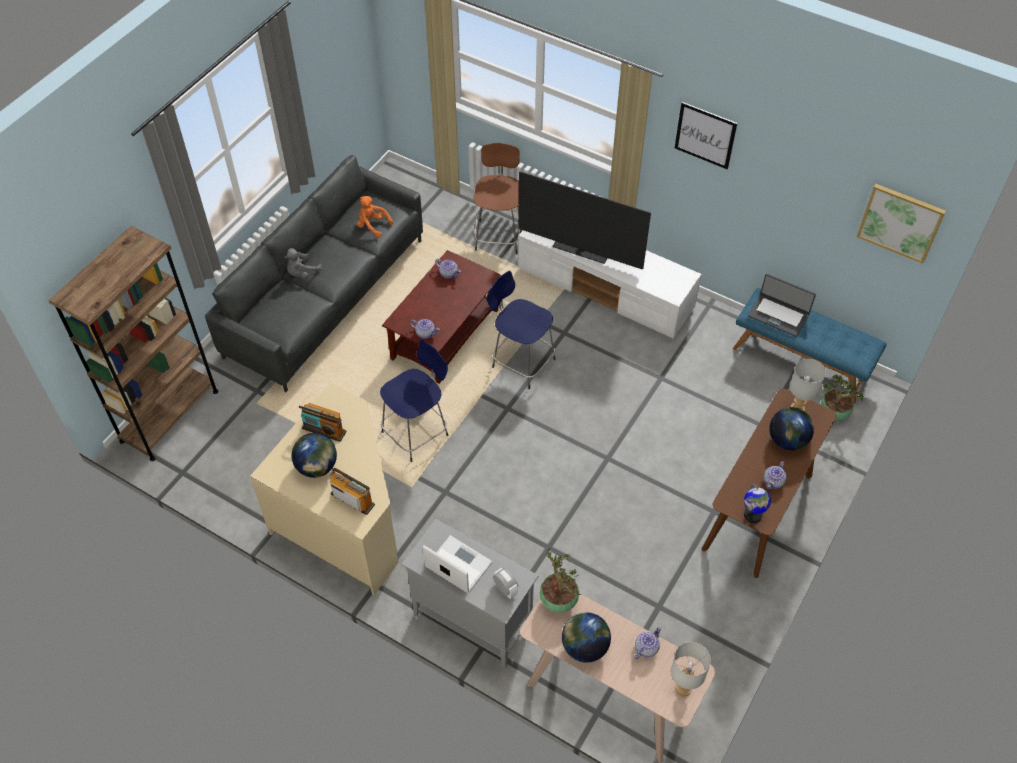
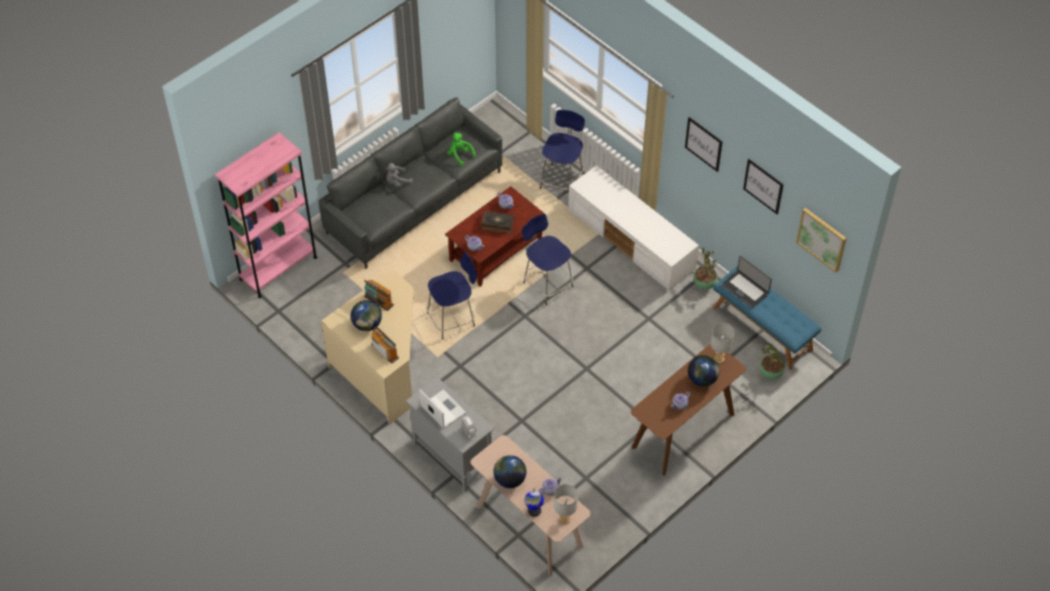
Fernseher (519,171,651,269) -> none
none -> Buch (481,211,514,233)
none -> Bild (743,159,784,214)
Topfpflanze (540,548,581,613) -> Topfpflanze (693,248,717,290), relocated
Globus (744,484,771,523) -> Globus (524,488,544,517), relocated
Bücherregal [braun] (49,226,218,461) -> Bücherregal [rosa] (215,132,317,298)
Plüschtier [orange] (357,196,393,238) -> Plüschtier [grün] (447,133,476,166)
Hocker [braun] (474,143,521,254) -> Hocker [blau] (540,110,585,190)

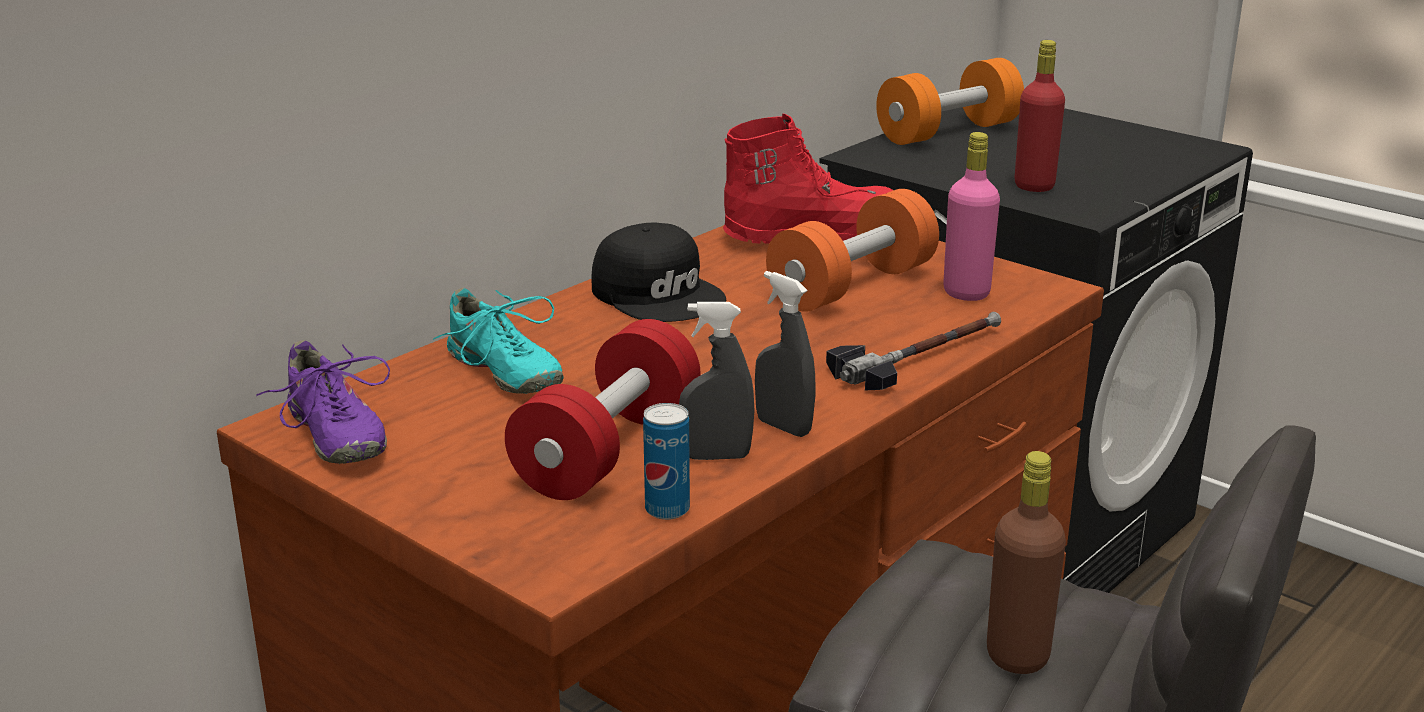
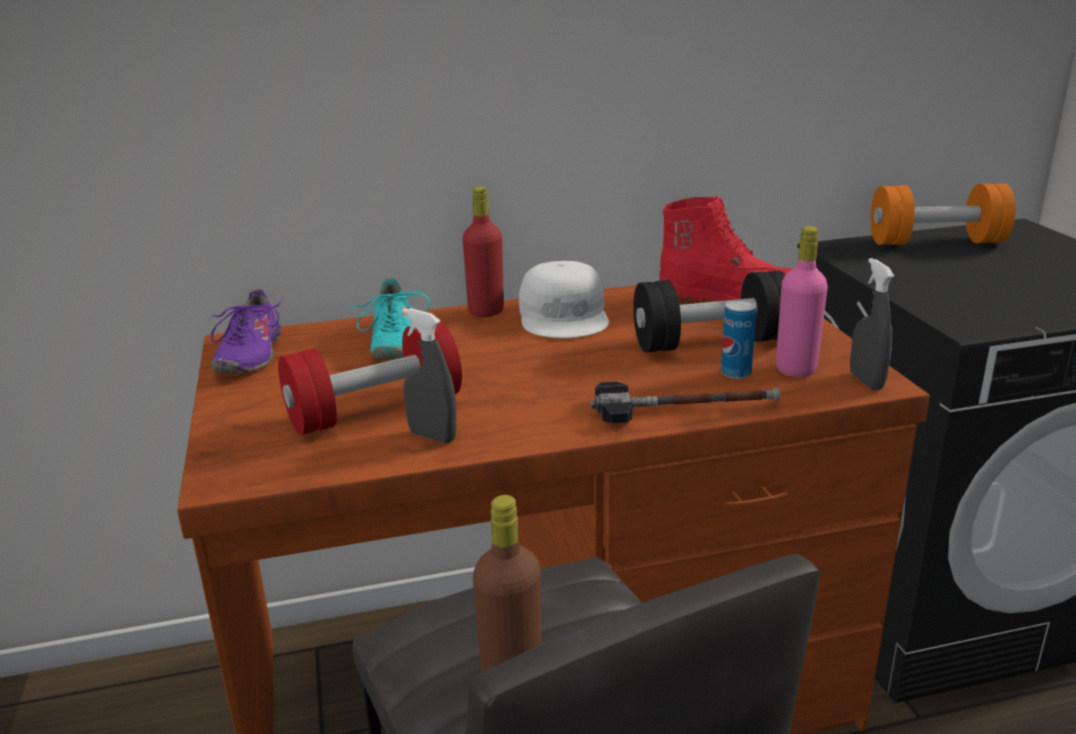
Dose (643,403,690,520) -> Dose (721,299,757,379), relocated
Sprühflasche [grau] (755,271,816,437) -> Sprühflasche [grau] (850,258,894,390), relocated
Flasche [rot] (1015,40,1065,192) -> Flasche [rot] (463,187,504,317), relocated
Kappe [schwarz] (591,222,726,322) -> Kappe [weiß] (519,261,609,338)
Hantel [orange] (766,189,939,312) -> Hantel [schwarz] (633,270,785,352)

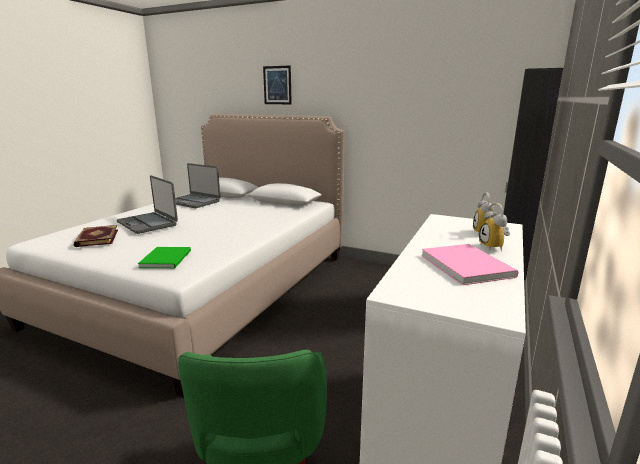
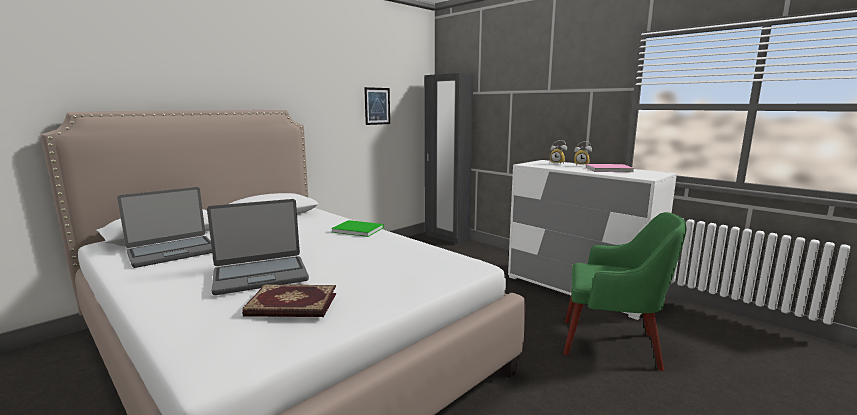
Buch [grün] (138,247,191,268) -> Buch [grün] (331,220,384,237), relocated
Bild (263,66,292,104) -> Bild (364,87,390,125), relocated

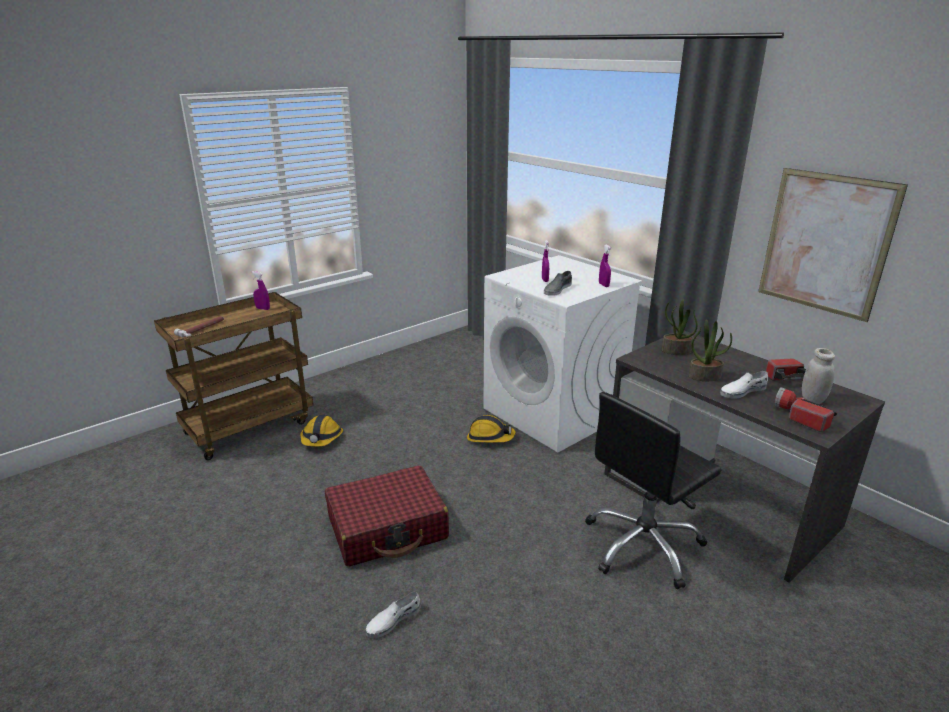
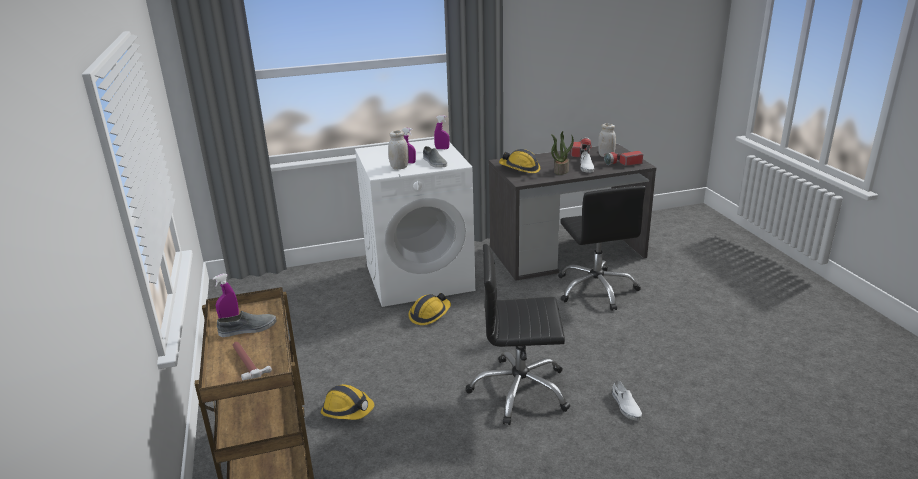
Bild (758,168,908,322) -> none
none -> Schuh [grau] (217,311,277,337)
none -> Vorratsglas [weiß] (388,130,409,170)
Koffer [rot] (325,466,449,567) -> Bürostuhl [schwarz] (466,244,570,425)
Topfpflanze (662,299,698,355) -> Schutzhelm (499,149,540,173)

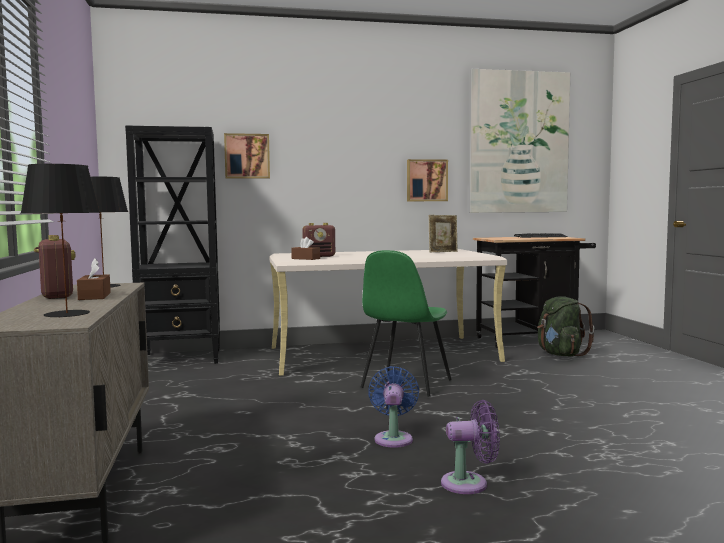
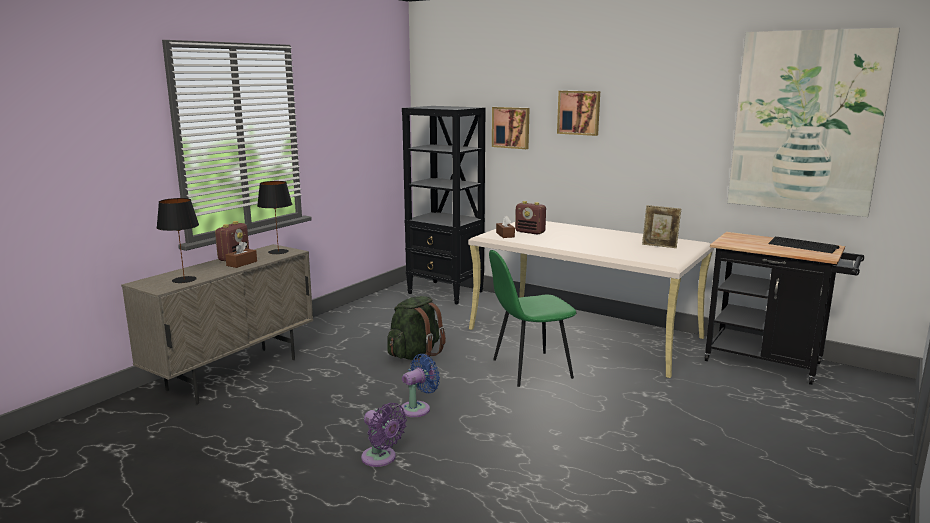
Bild (407,159,448,201) -> Bild (557,91,600,136), relocated
Rucksack [grün] (537,296,595,356) -> Rucksack [grün] (387,296,446,362), relocated

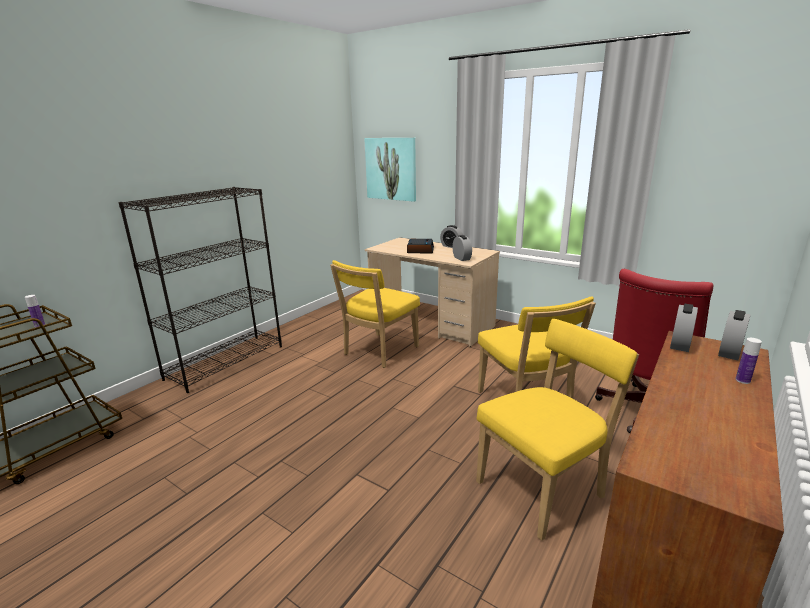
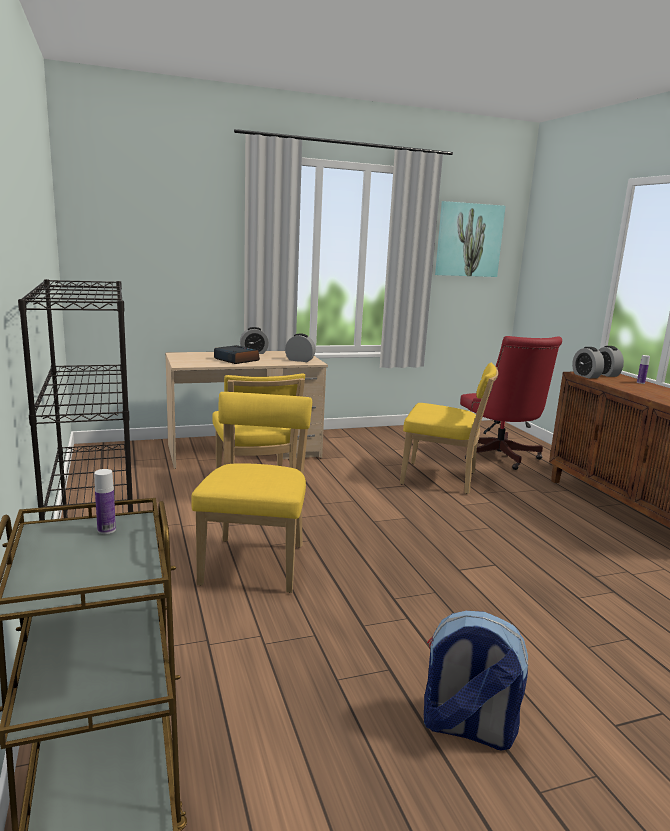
none -> Rucksack (424,611,528,751)
Bild (364,138,416,202) -> Bild (435,201,506,277), relocated
Stuhl [gelb] (476,319,639,541) -> Stuhl [gelb] (191,392,312,593), relocated

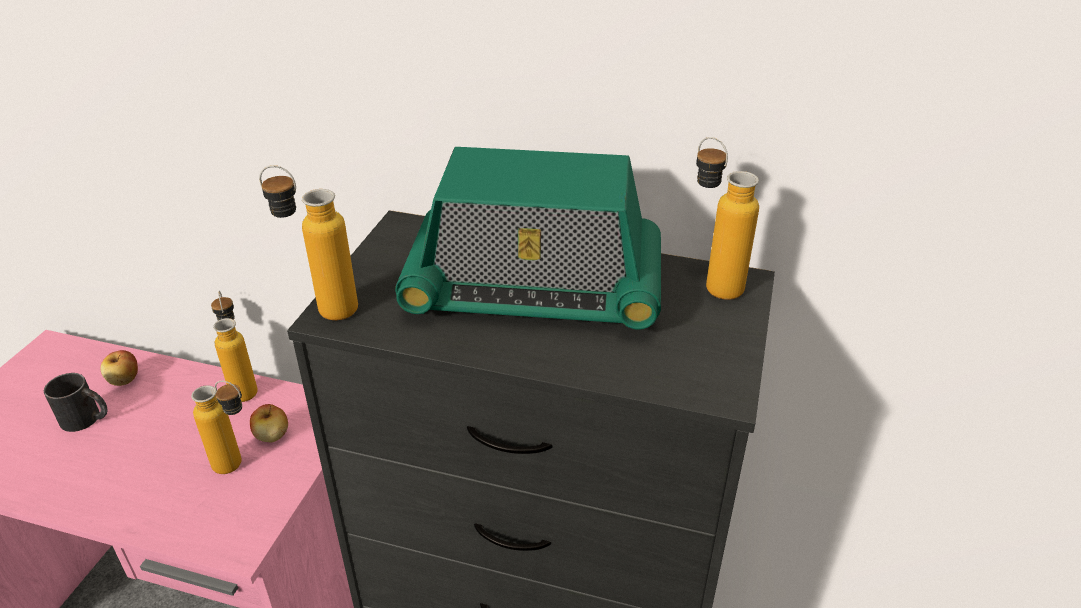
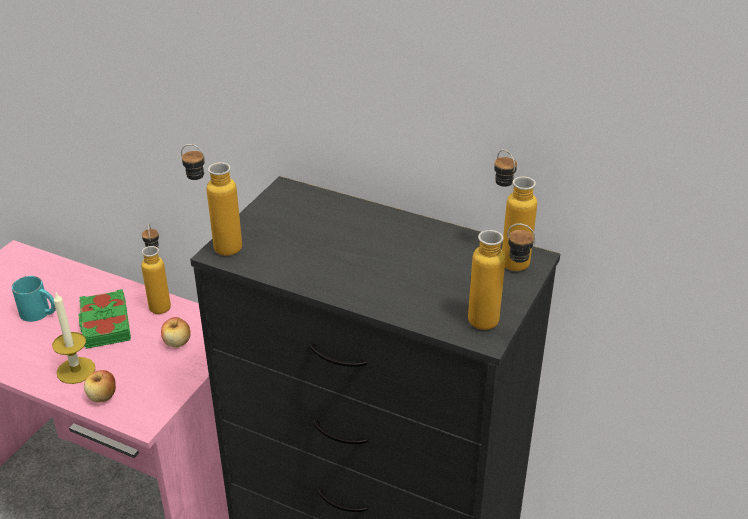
Radio (395,147,661,330) -> none
none -> Kerze (52,293,95,384)
none -> Buch [grün] (78,289,131,349)
Apfel (100,350,138,386) -> Apfel (84,370,116,403), relocated
Flasche (191,381,242,474) -> Flasche (468,223,536,330), relocated
Henkelbecher [schwarz] (44,373,107,432) -> Henkelbecher [türkis] (12,276,56,322)

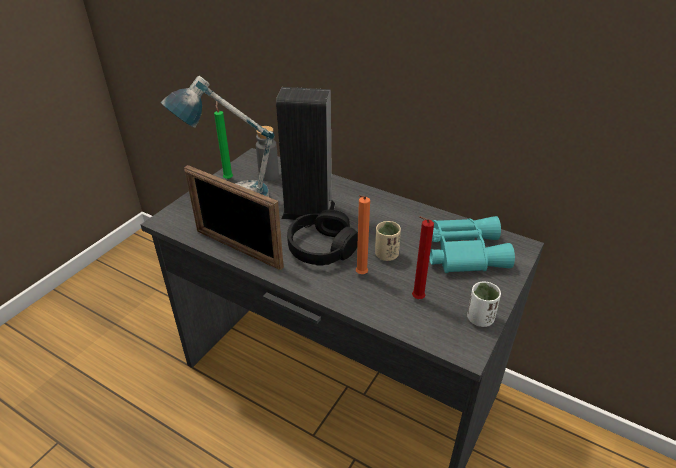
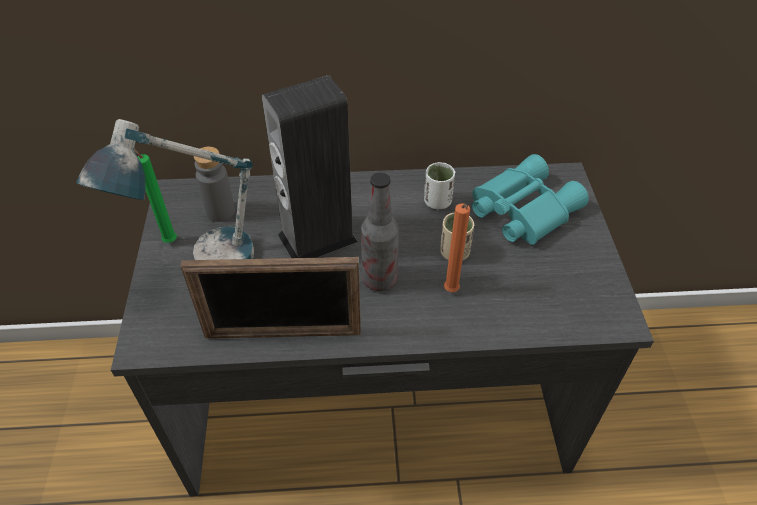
Kerze [rot] (412,216,434,299) -> none
Tasse [weiß] (467,281,501,327) -> Tasse [weiß] (424,162,455,209), relocated
Kopfhörer [schwarz] (287,210,358,266) -> Flasche (361,172,399,291)

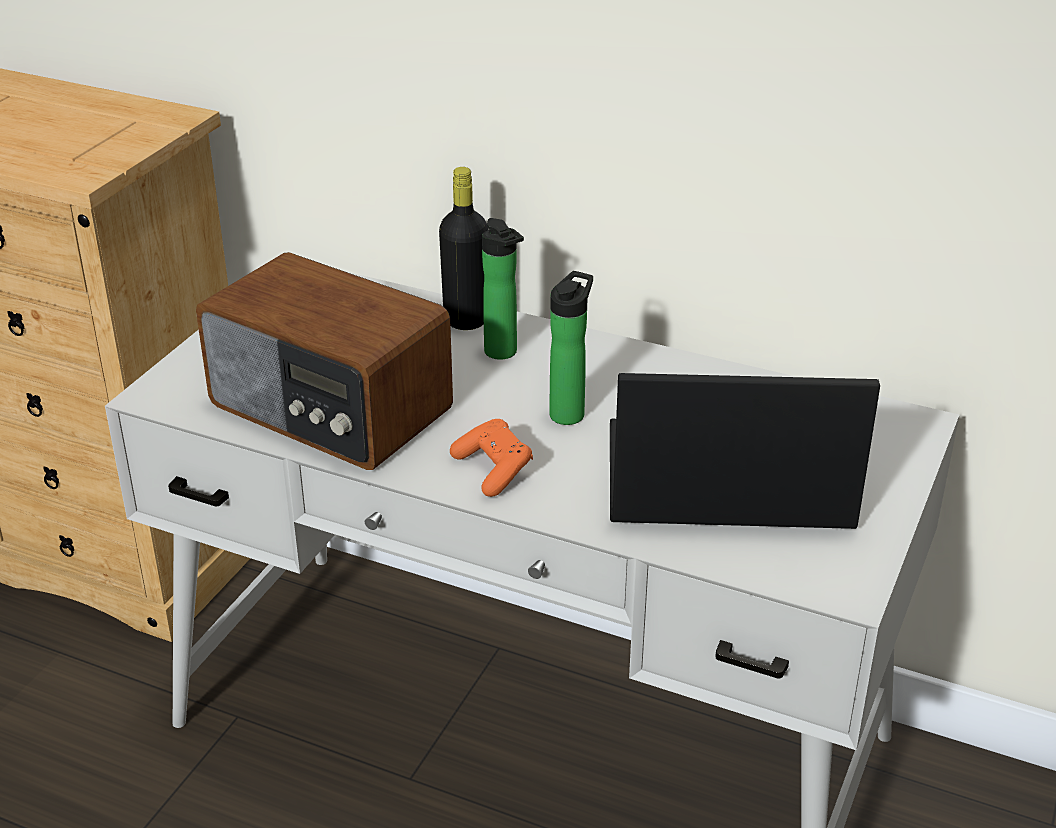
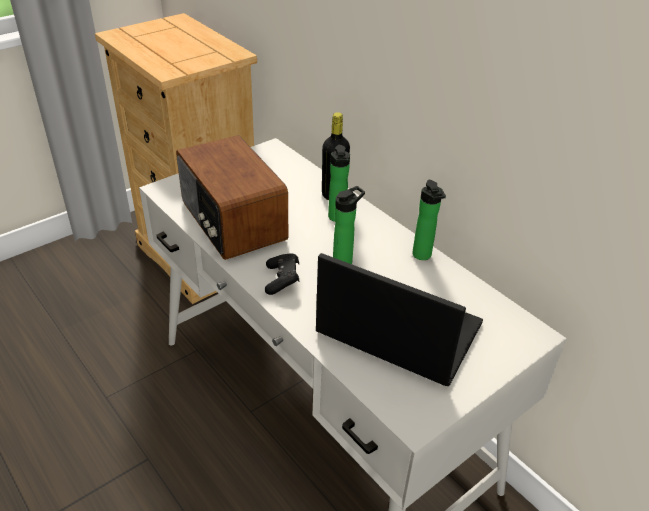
none -> Flasche (412,180,446,260)
Gamepad [orange] (450,419,533,497) -> Gamepad [schwarz] (265,253,300,295)

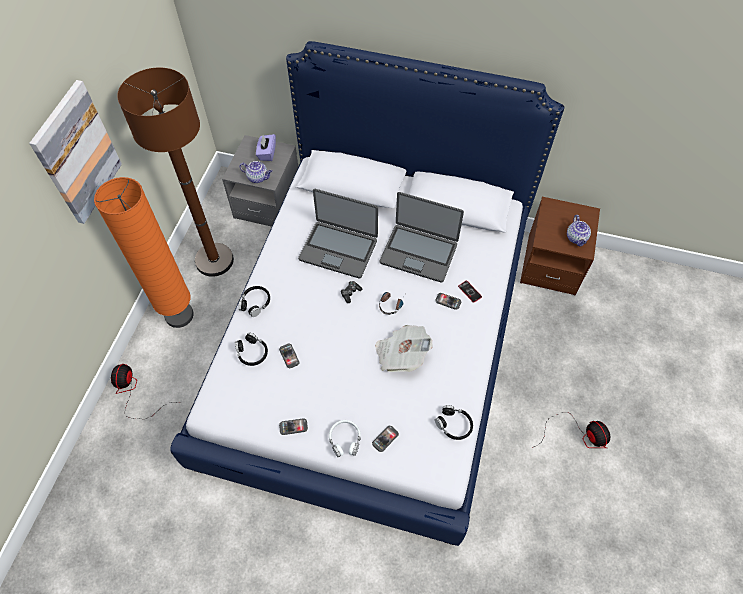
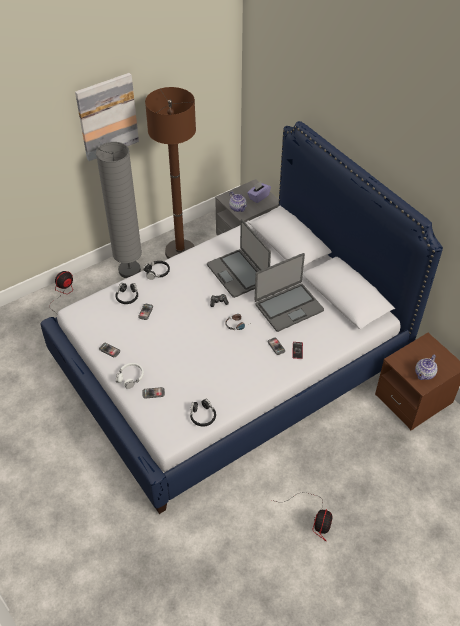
Zeitung (375,325,433,372) -> none
Stehlampe [orange] (94,177,193,328) -> Stehlampe [grau] (96,142,142,278)
Laptop (380,192,464,283) -> Laptop (255,253,324,332), 90 degrees counterclockwise

